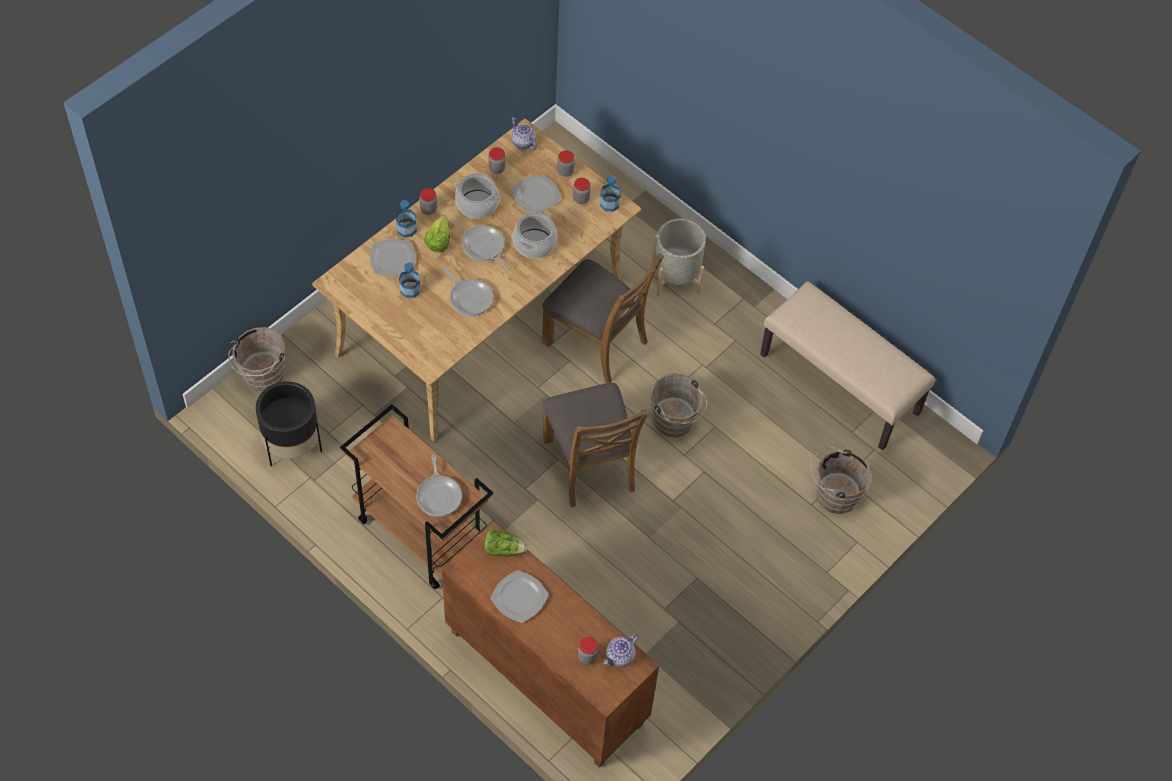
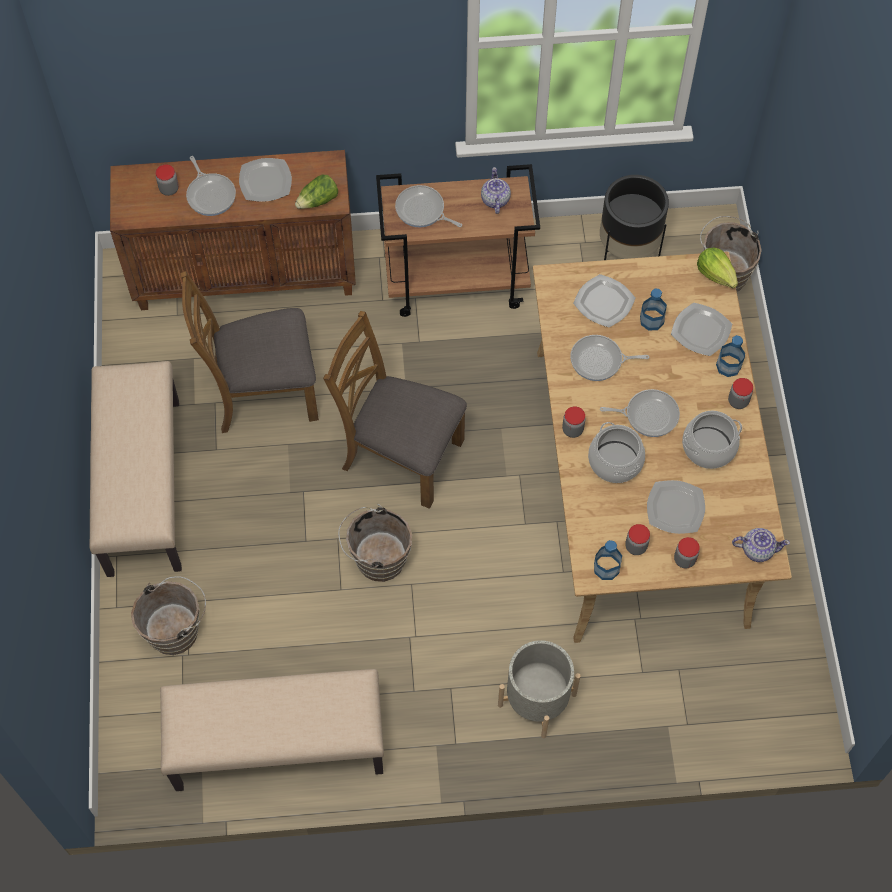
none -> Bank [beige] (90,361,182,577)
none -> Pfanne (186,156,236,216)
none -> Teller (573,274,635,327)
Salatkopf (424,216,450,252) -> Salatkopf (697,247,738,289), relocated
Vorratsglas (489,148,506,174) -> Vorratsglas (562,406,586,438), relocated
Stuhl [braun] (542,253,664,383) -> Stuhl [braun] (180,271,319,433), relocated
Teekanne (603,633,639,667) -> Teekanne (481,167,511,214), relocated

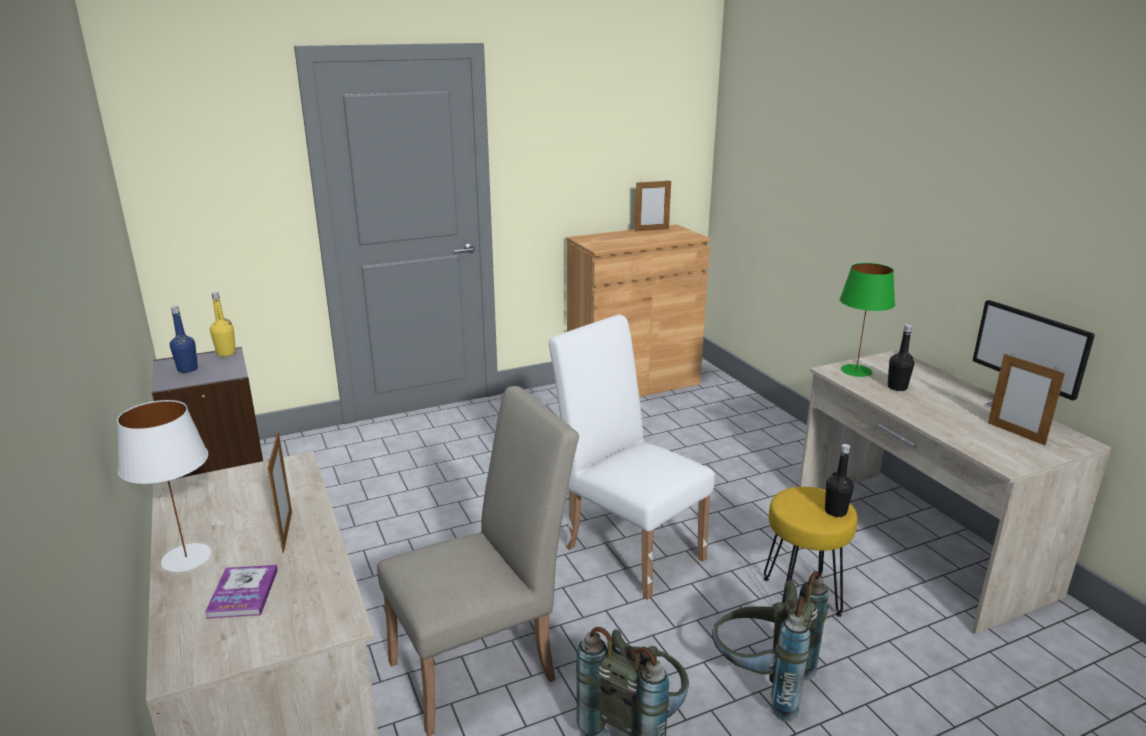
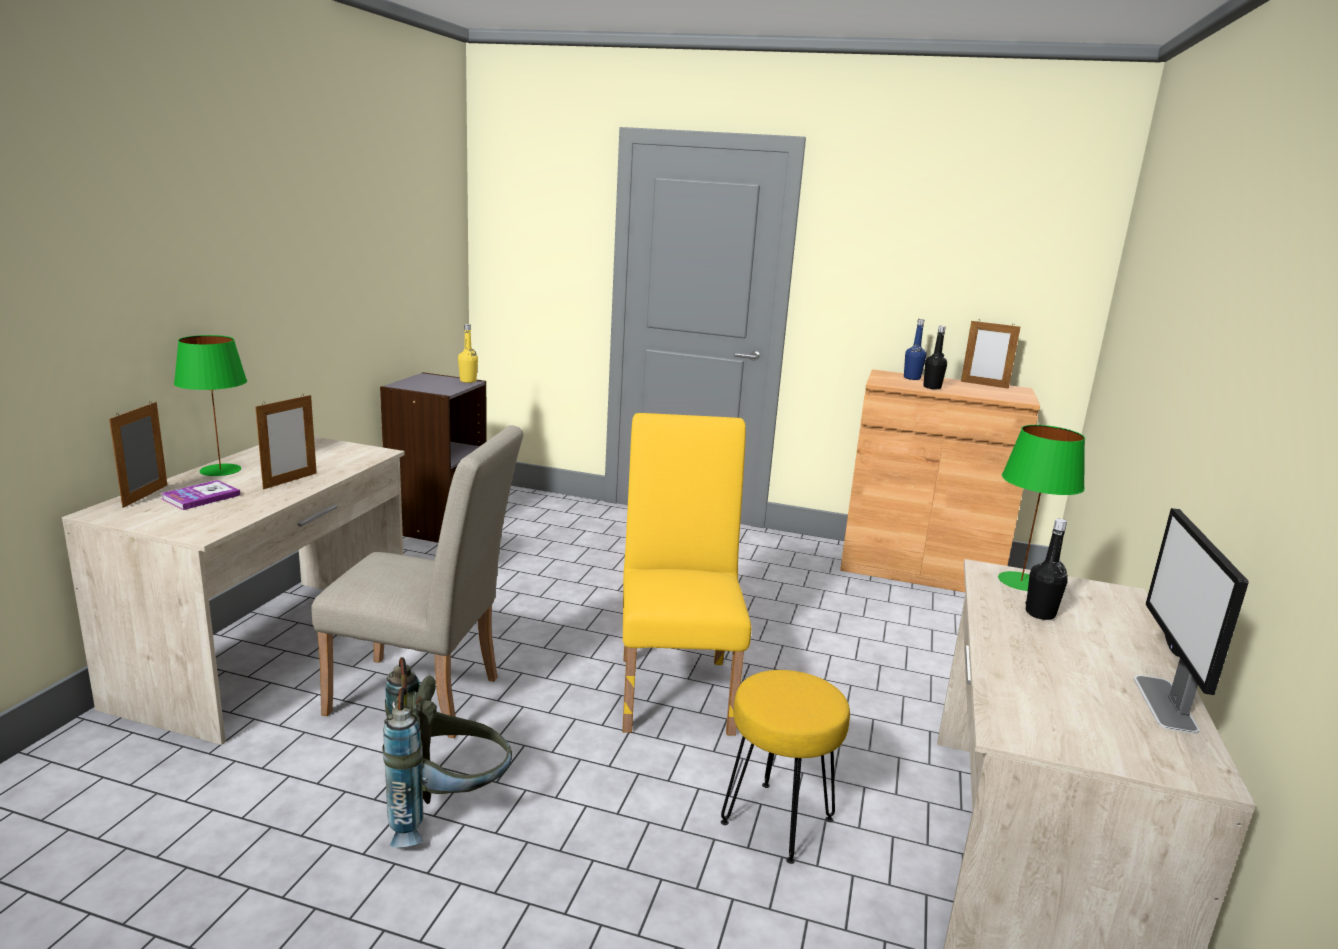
Rucksack [grau] (712,571,829,722) -> none
Flasche [blau] (170,306,198,373) -> Flasche [blau] (904,319,926,380), relocated
Flasche [schwarz] (825,444,854,517) -> Flasche [schwarz] (923,326,947,390), relocated
Bilderrahmen (988,354,1065,445) -> Bilderrahmen (109,401,167,508), relocated
Tischlampe [weiß] (117,400,211,572) -> Tischlampe [grün] (174,335,247,476)
Stuhl [weiß] (549,314,715,600) -> Stuhl [gelb] (622,413,752,736)

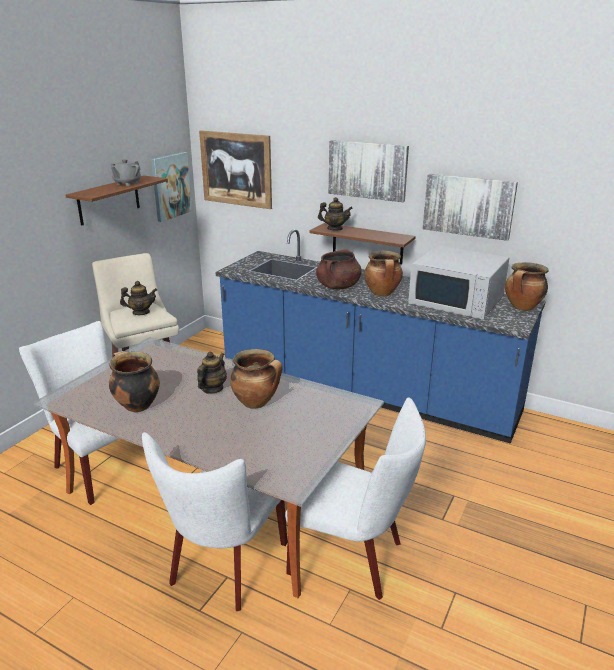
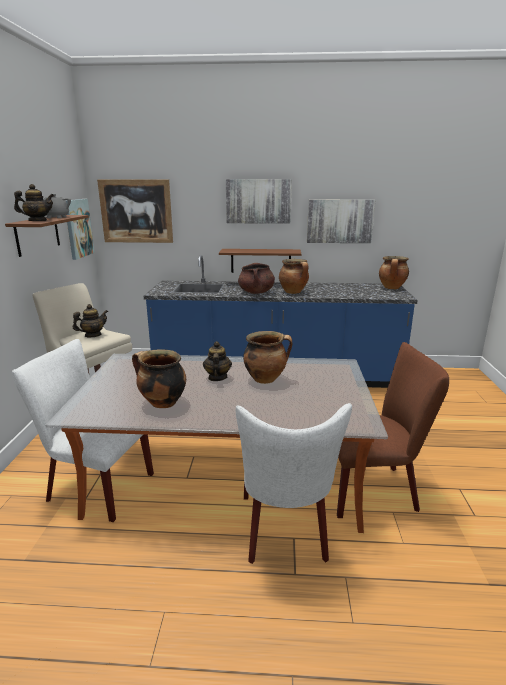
Mikrowelle [weiß] (408,245,509,319) -> none
Teekanne (318,197,353,231) -> Teekanne (14,184,54,221), relocated
Stuhl [weiß] (285,397,426,600) -> Stuhl [braun] (337,342,449,518)

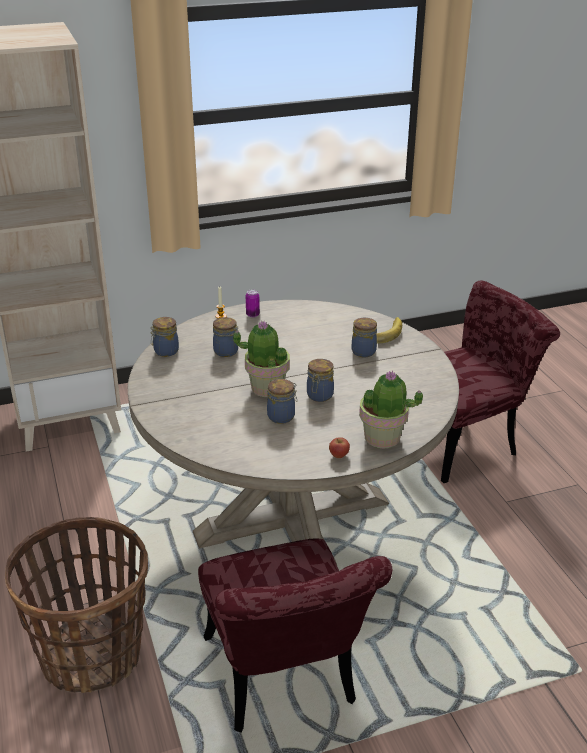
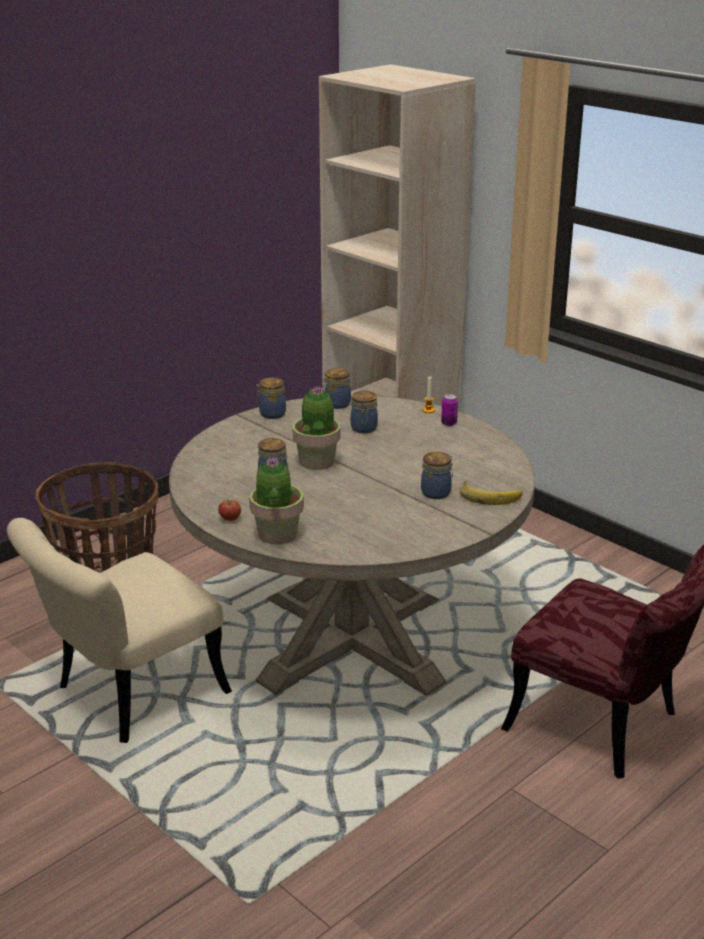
Vorratsglas (307,359,334,402) -> Vorratsglas (256,377,286,419), relocated
Stuhl [rot] (198,538,392,733) -> Stuhl [beige] (7,518,232,743)

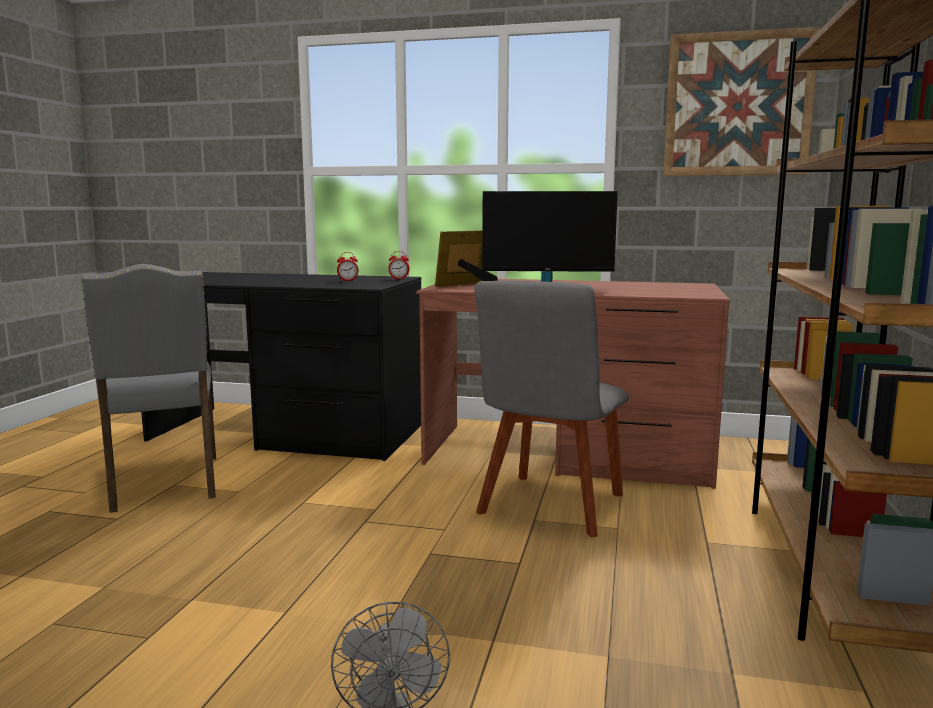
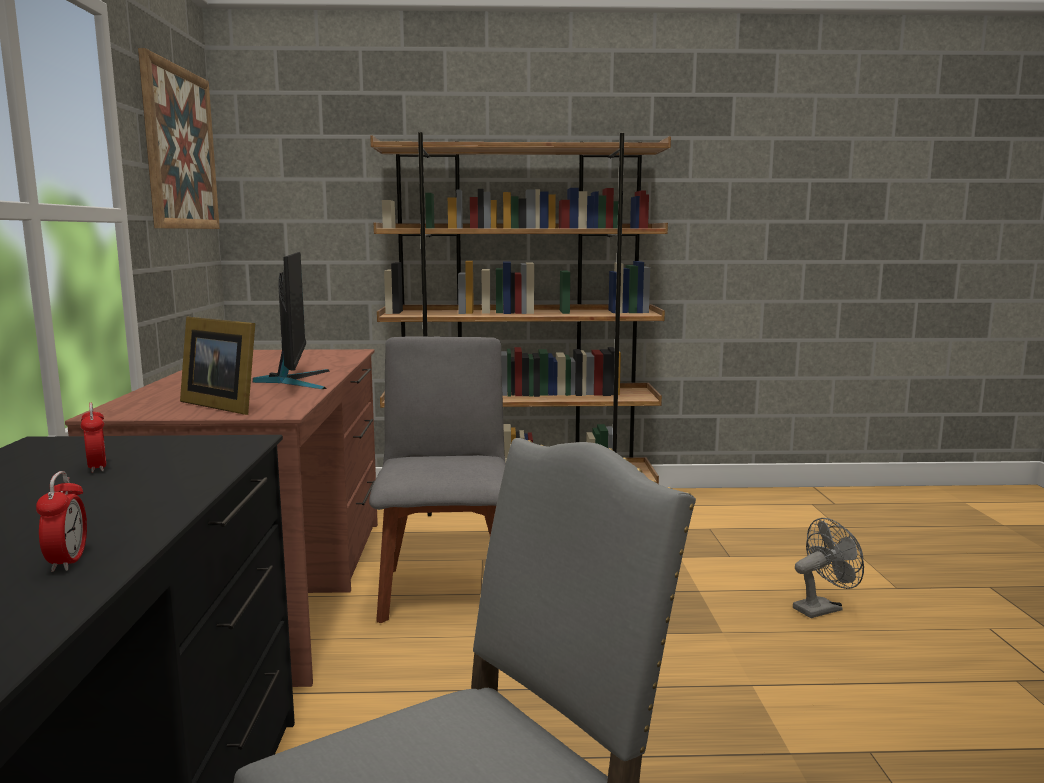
Wecker (388,251,410,279) -> Wecker (36,471,87,572), relocated
Stuhl [grau] (474,280,629,537) -> Stuhl [grau] (369,336,506,623), 105 degrees counterclockwise

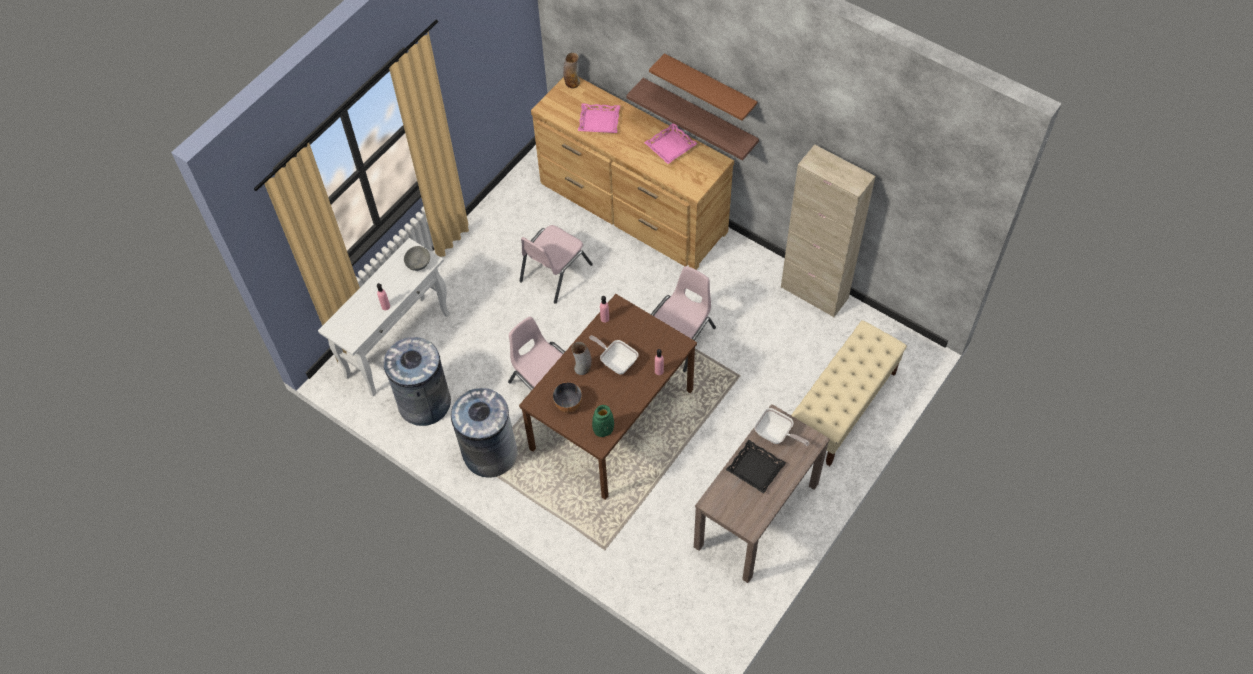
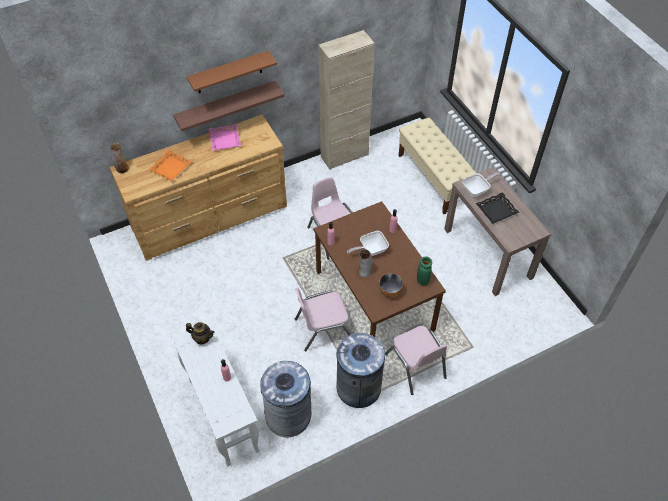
Stuhl [rosa] (519,225,593,304) -> Stuhl [rosa] (385,326,447,395), relocated
Schüssel [grau] (404,246,430,271) -> Teekanne (186,322,214,344)
Tablett [rosa] (578,103,620,133) -> Tablett [orange] (148,150,191,181)

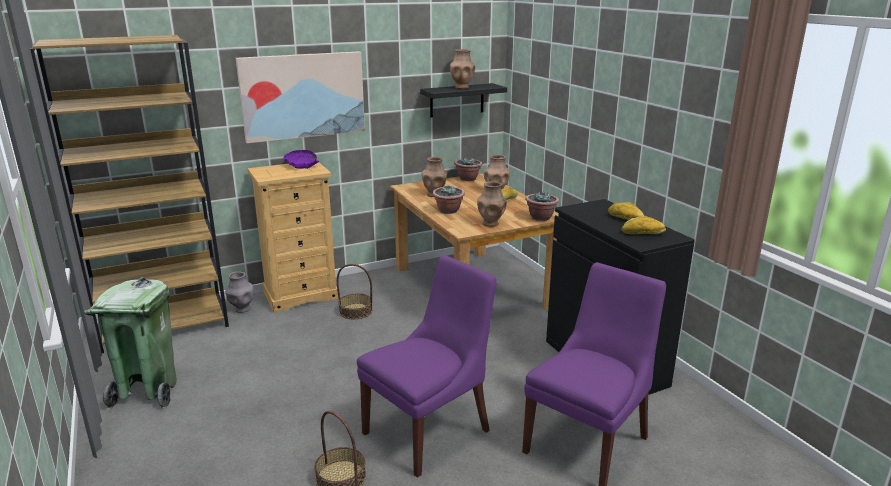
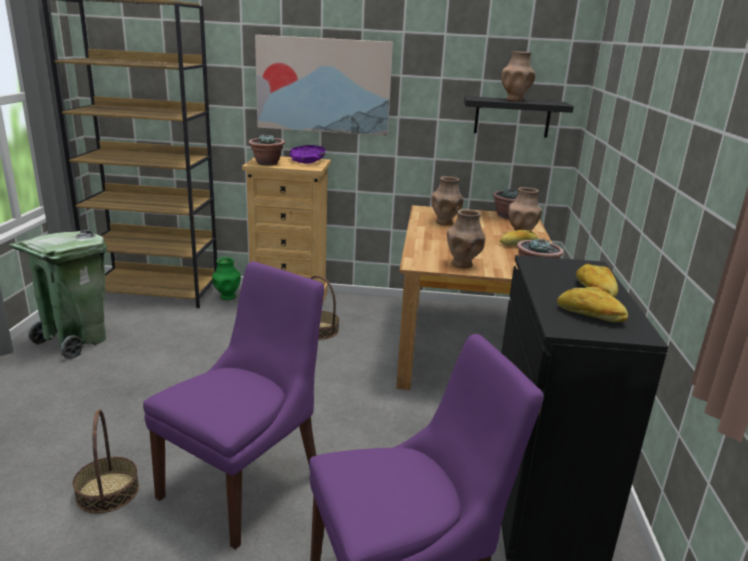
Topfpflanze (432,185,465,214) -> Topfpflanze (248,134,285,165), relocated
Vase [grau] (225,271,253,313) -> Vase [grün] (212,257,241,300)
Stuhl [lila] (357,255,497,478) -> Stuhl [lila] (143,261,324,550), 45 degrees counterclockwise

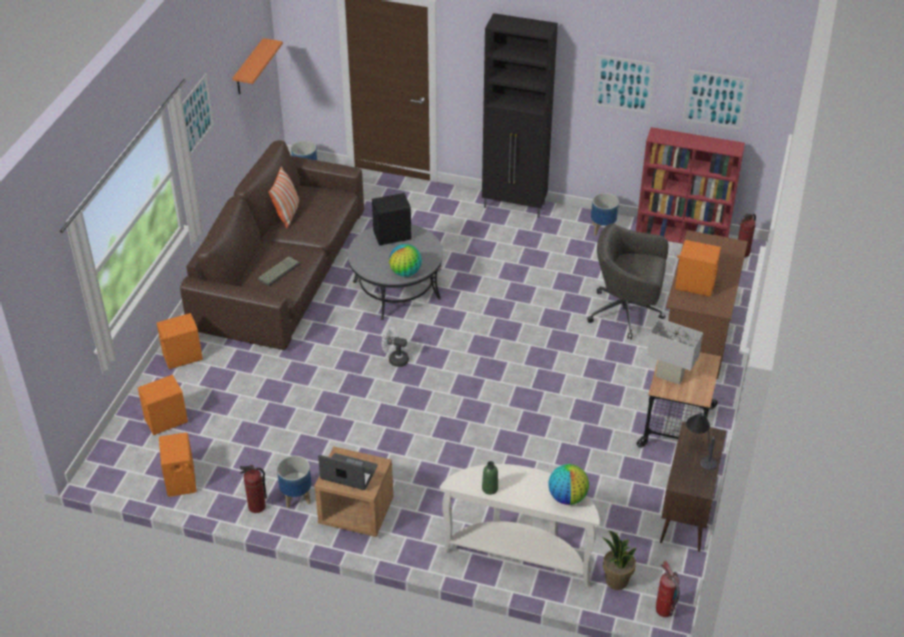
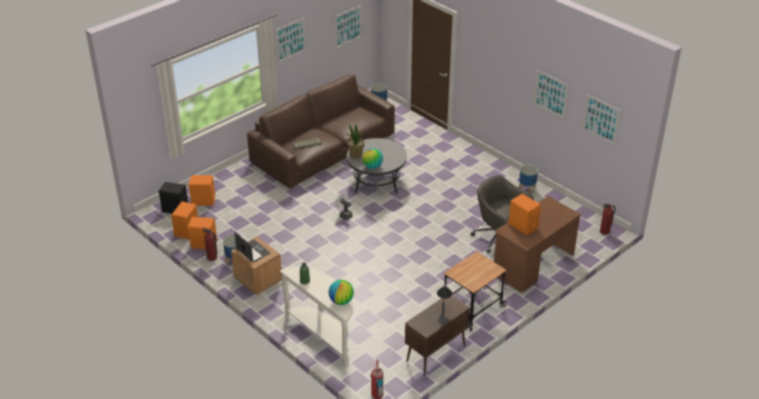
Kissen (269,166,299,228) -> none
Schrank [schwarz] (482,13,558,218) -> none
Bücherregal [rot] (636,127,745,244) -> none
Tischlampe [weiß] (647,318,703,385) -> none
Lautsprecher [orange] (156,313,203,369) -> Lautsprecher [orange] (187,217,217,250), relocated
Lautsprecher [schwarz] (372,193,412,245) -> Lautsprecher [schwarz] (158,182,188,214), relocated
Topfpflanze (602,531,637,590) -> Topfpflanze (346,123,364,159), relocated
Wandregal [orange] (233,38,283,94) -> Bild (334,5,362,48)

